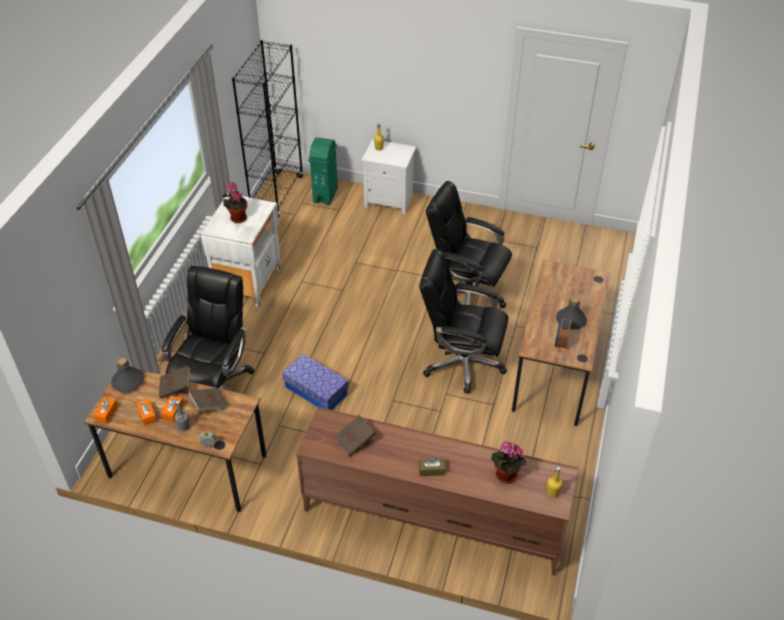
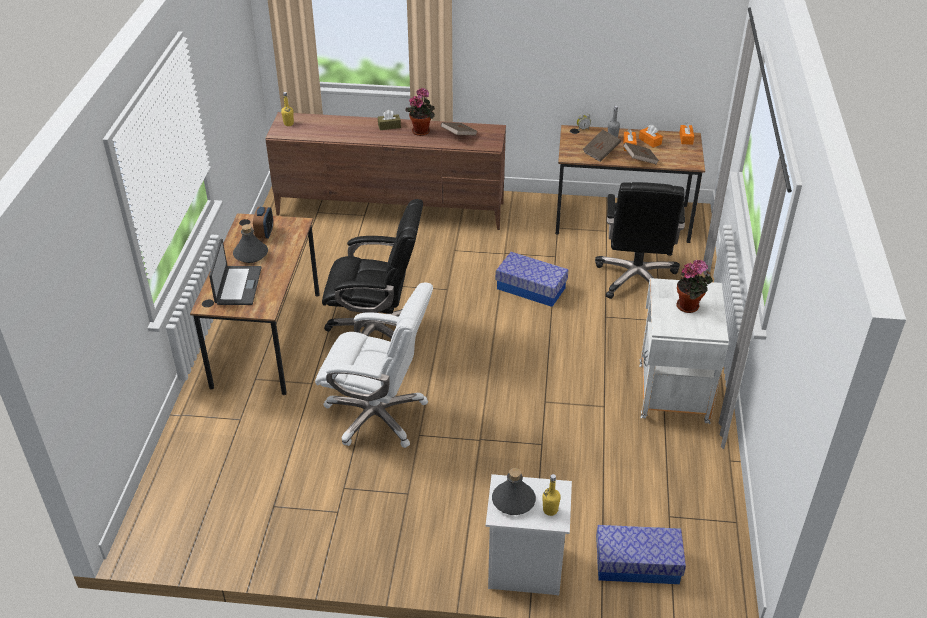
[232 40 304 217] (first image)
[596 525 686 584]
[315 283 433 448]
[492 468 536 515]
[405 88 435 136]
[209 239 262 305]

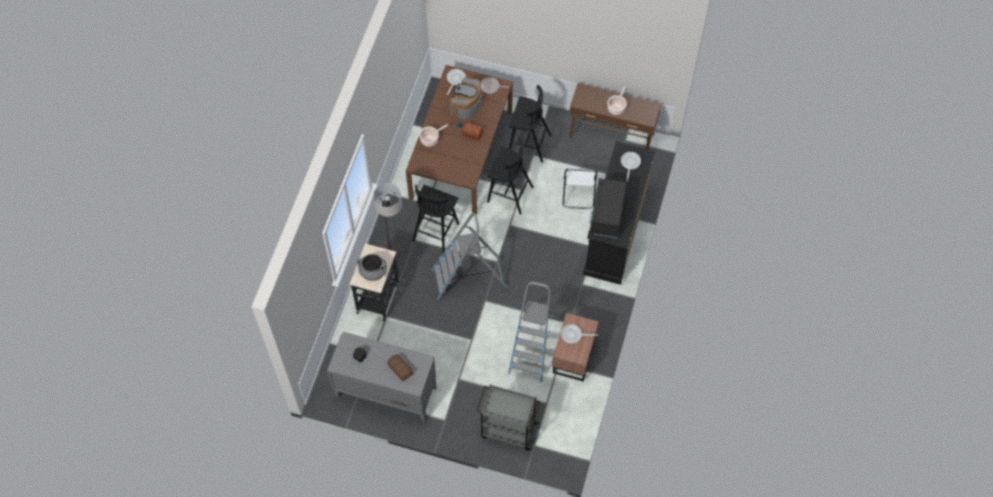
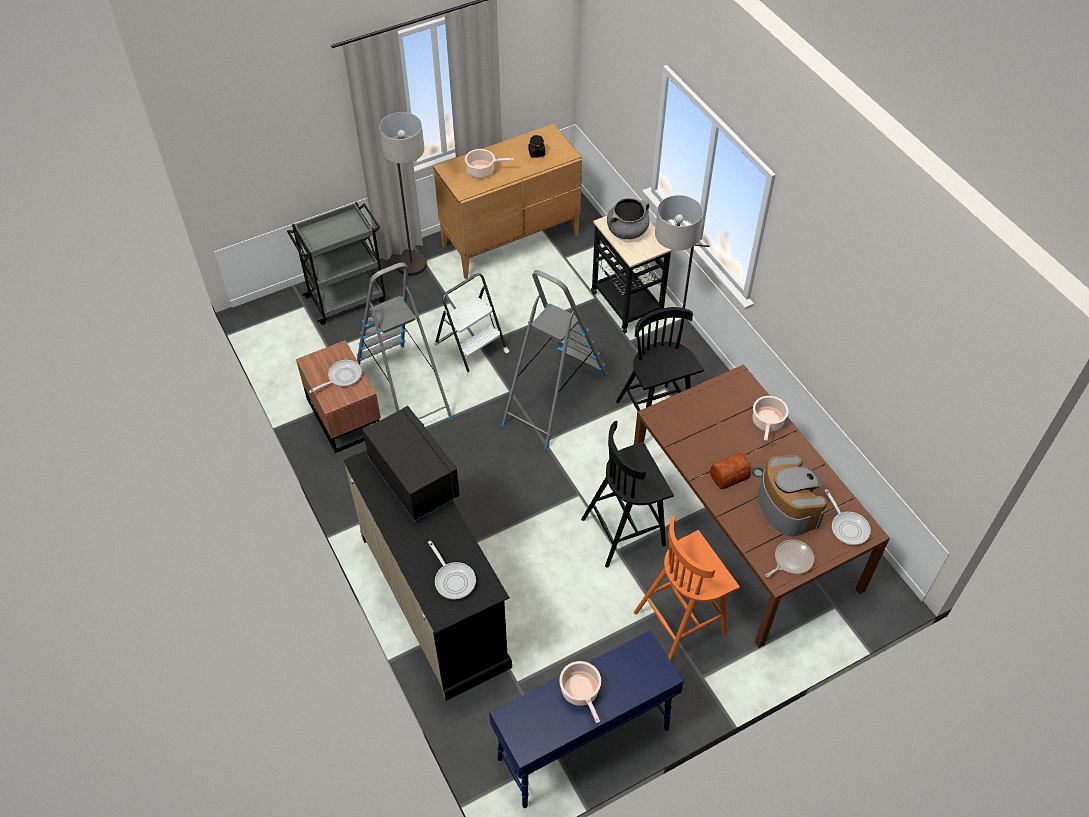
[489 631 684 808]
[634 516 740 661]
[435 273 509 378]
[433 124 582 279]
[465 149 514 178]
[379 112 427 276]

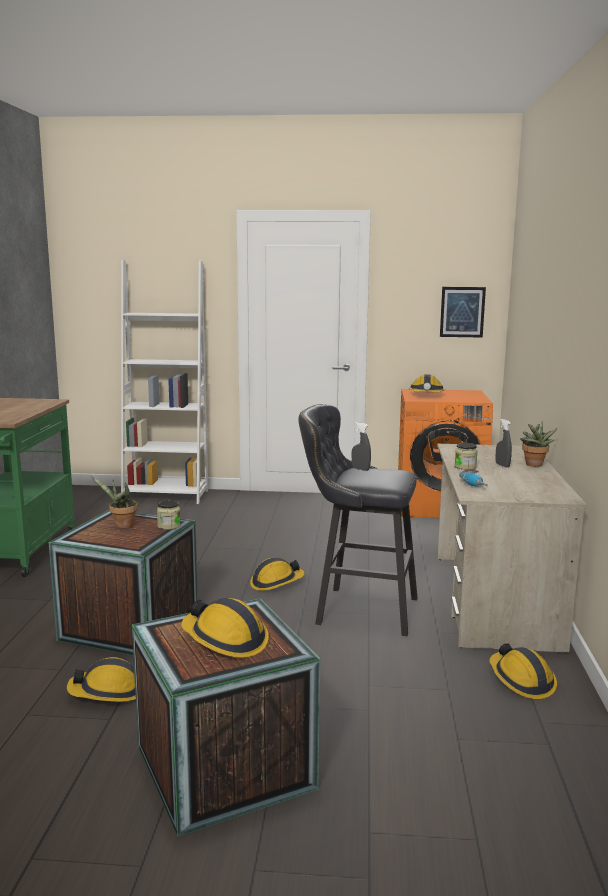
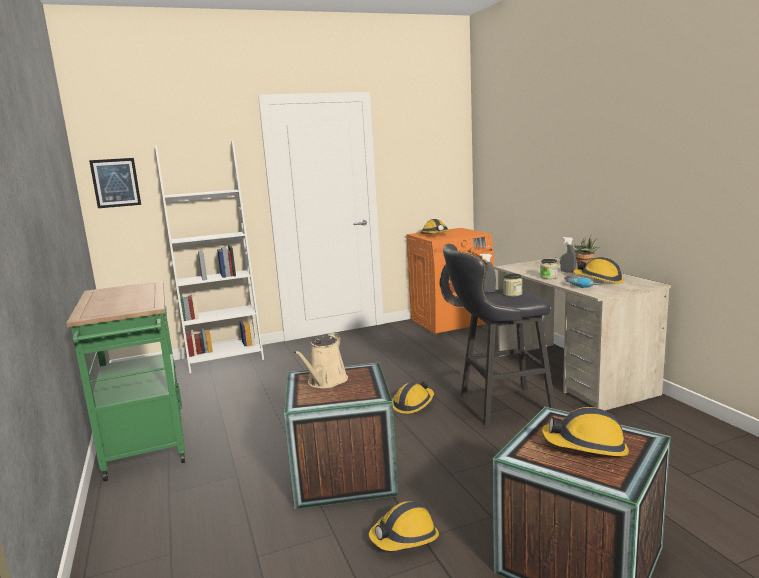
[89 158 141 208]
[293 333 348 388]
[503 273 522 296]
[573 257 624 284]

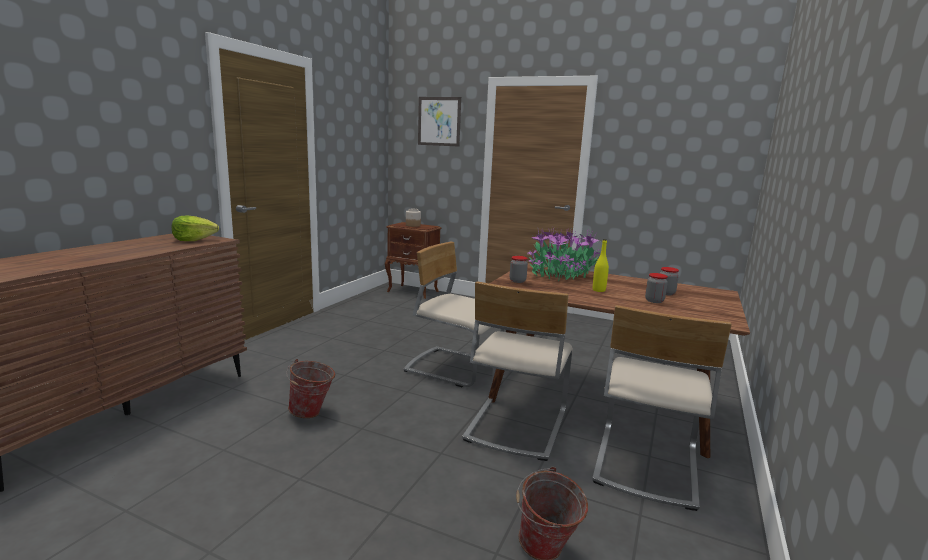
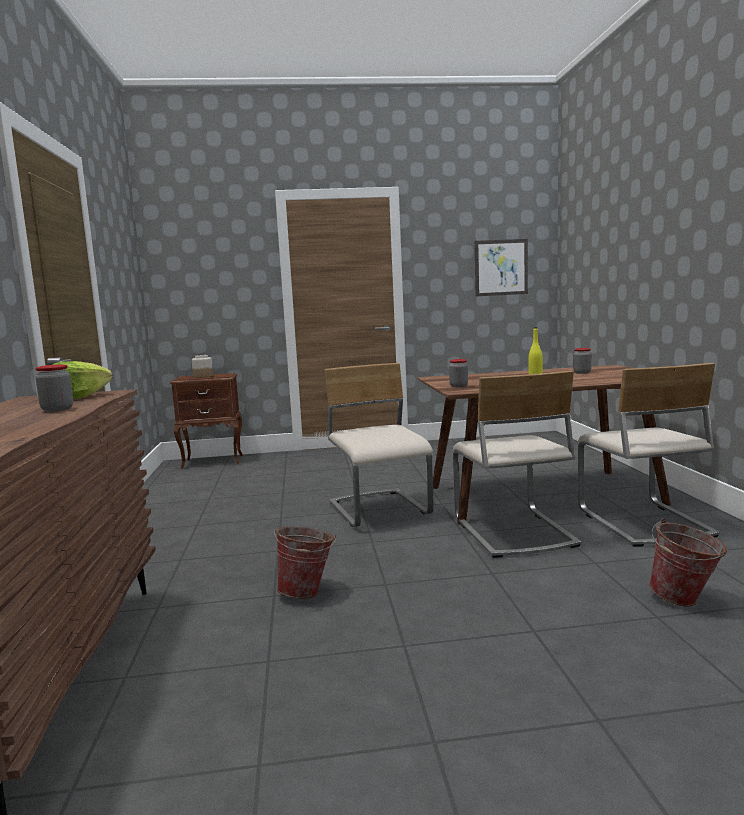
[474 239 528 296]
[528 228 601 281] (first image)
[325 363 433 527]
[35 364 73 412]

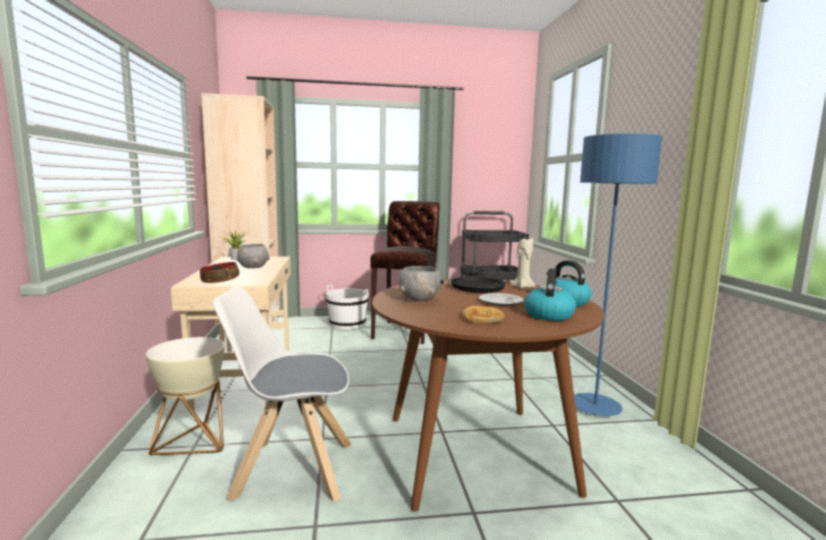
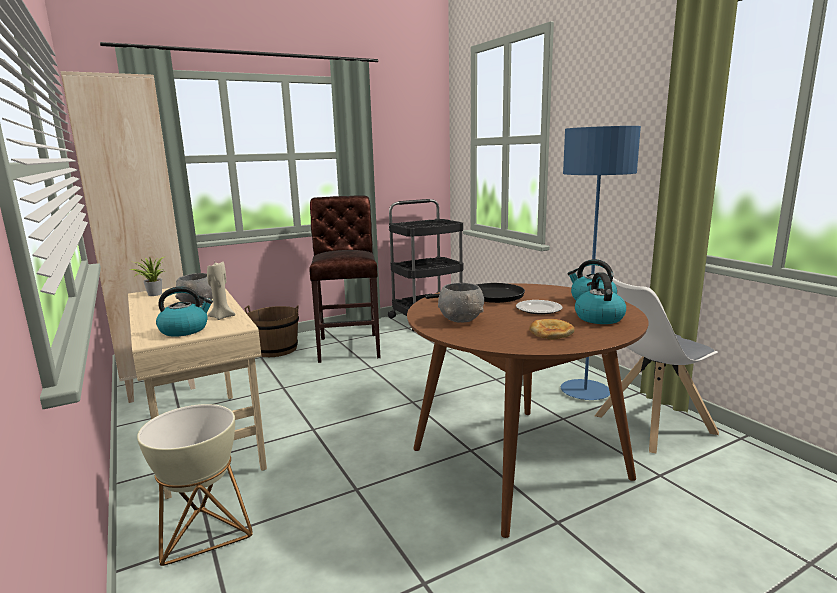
[207 262 236 320]
[156 286 213 337]
[244 305 299 357]
[595 278 719 454]

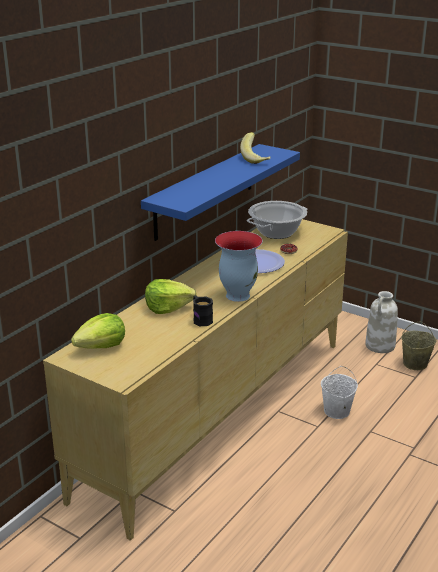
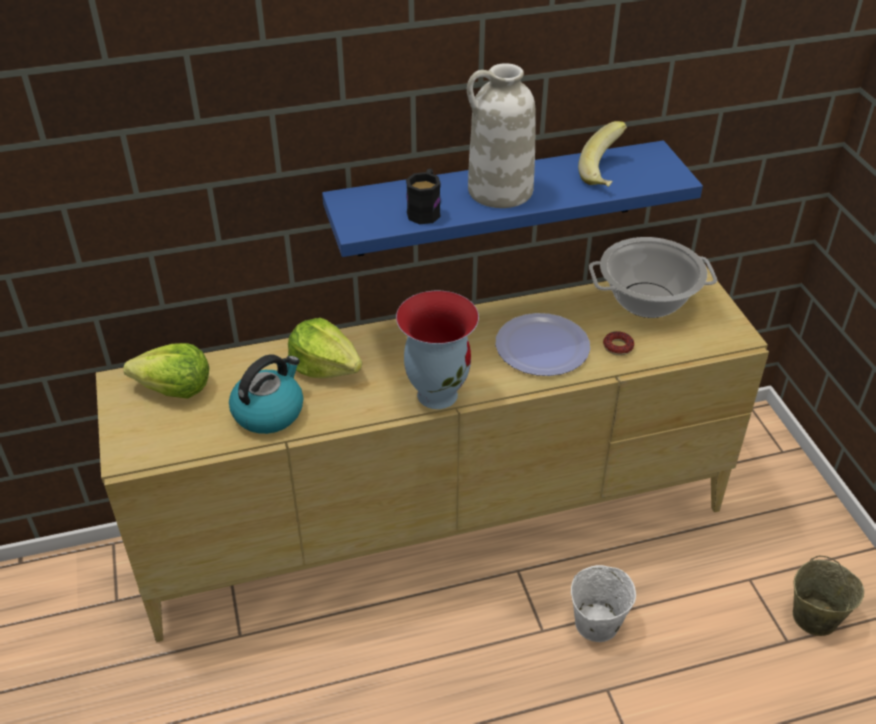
[467 63 536 208]
[406 169 441 224]
[229 354 303 434]

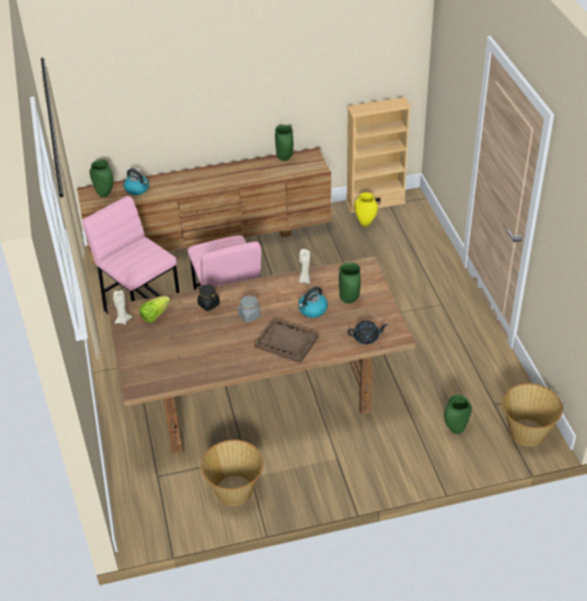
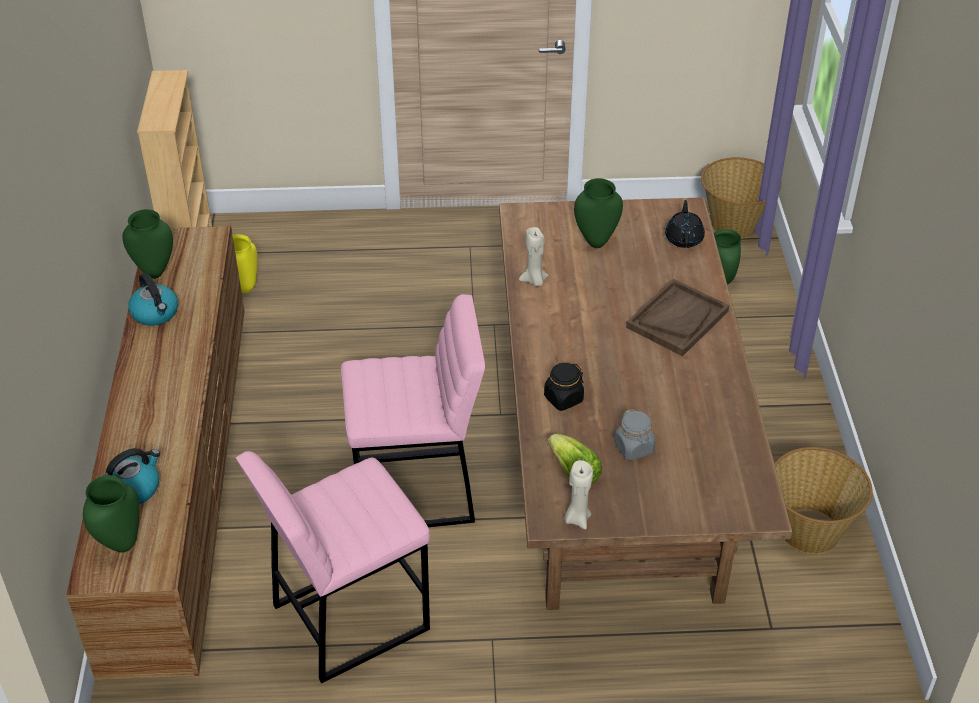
[128 273 178 326]
[614 409 655 460]

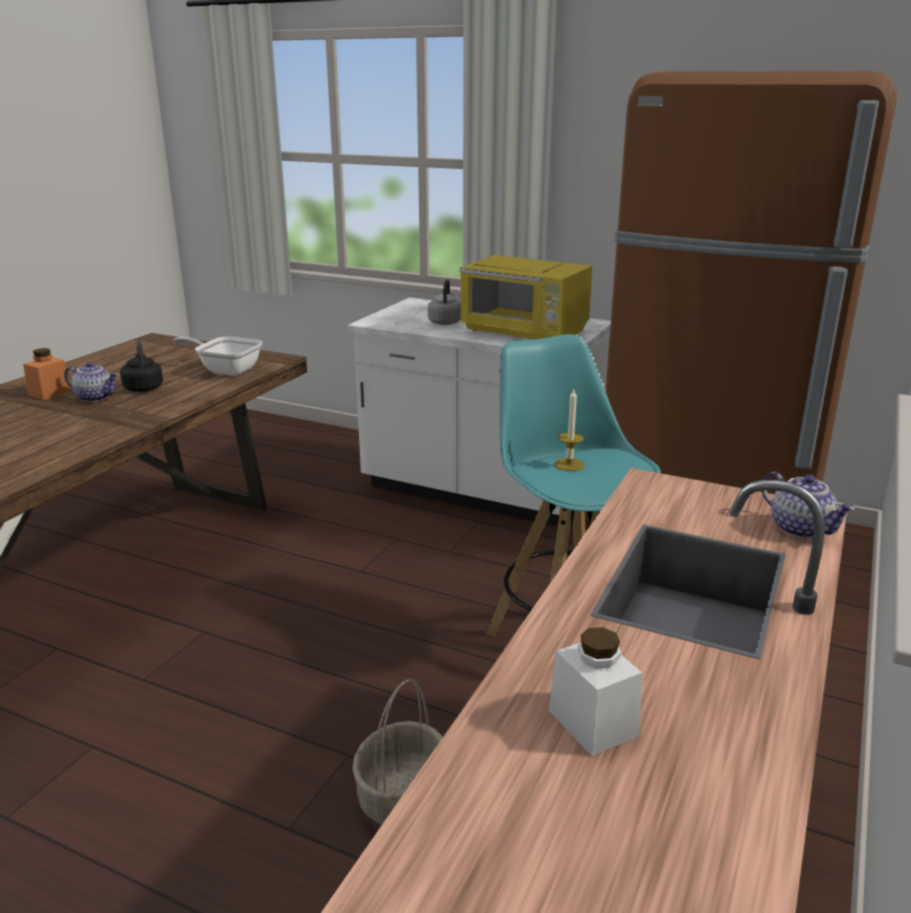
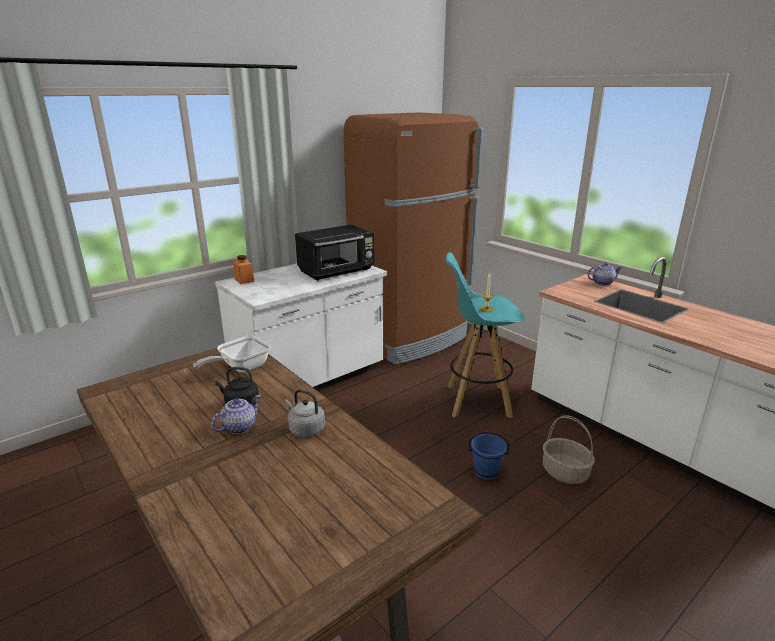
[295 225 374 281]
[285 389 325 437]
[233 255 254 284]
[549 627 642 756] (first image)
[468 431 509 480]

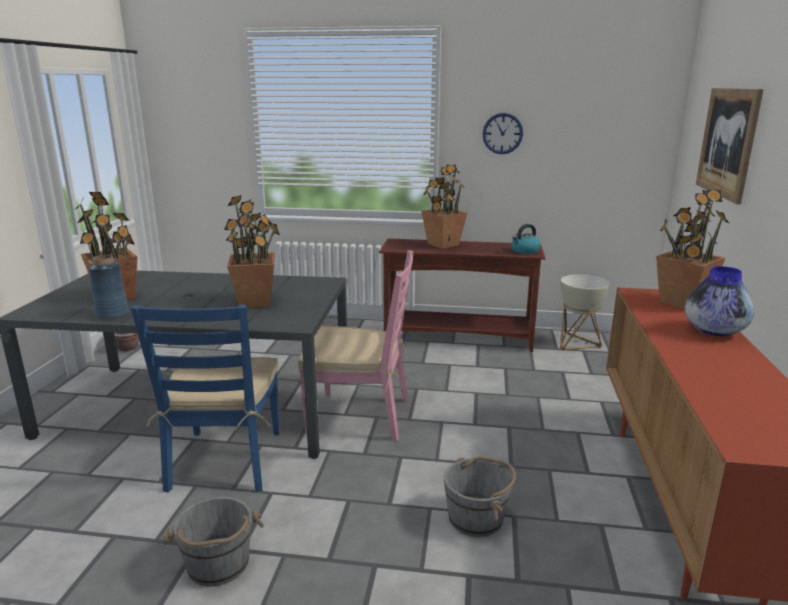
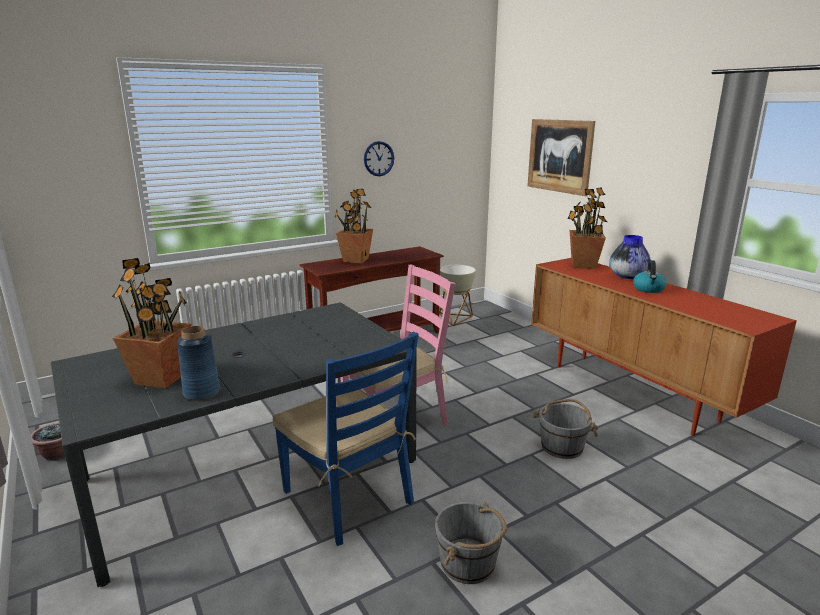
[224 195 280 308] (first image)
[633 260 666 293]

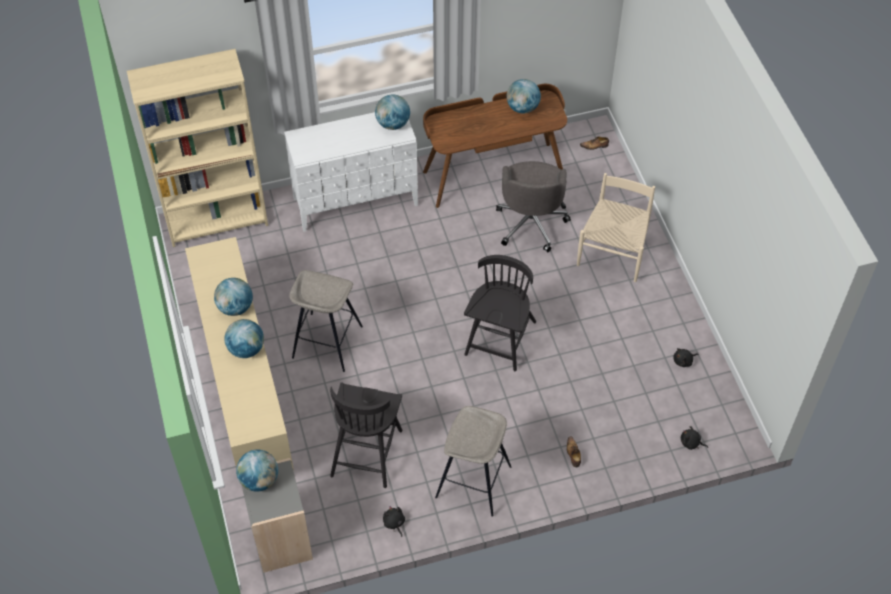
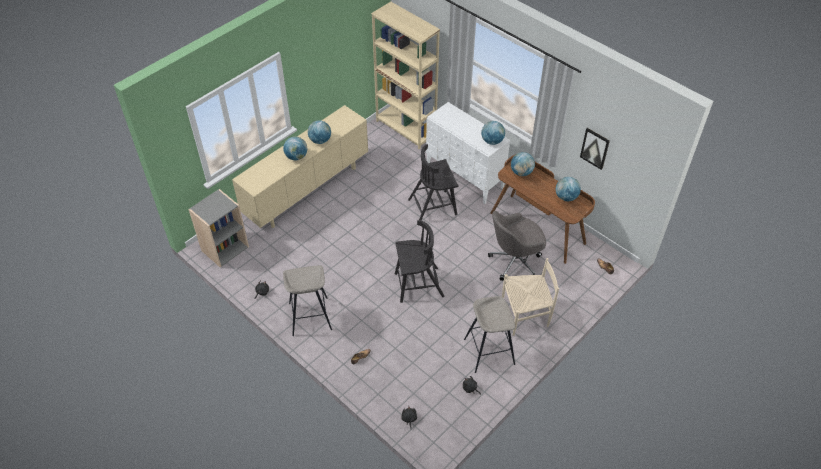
[464 296 515 373]
[408 144 458 221]
[511 152 535 176]
[580 128 610 170]

